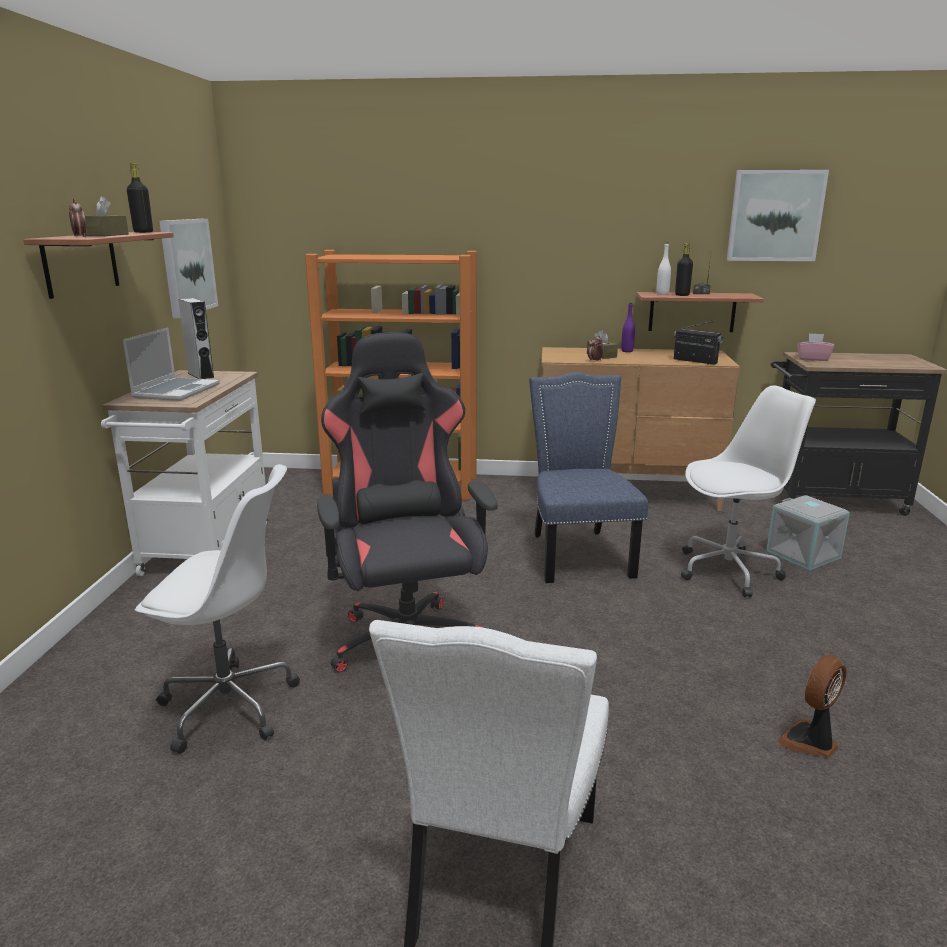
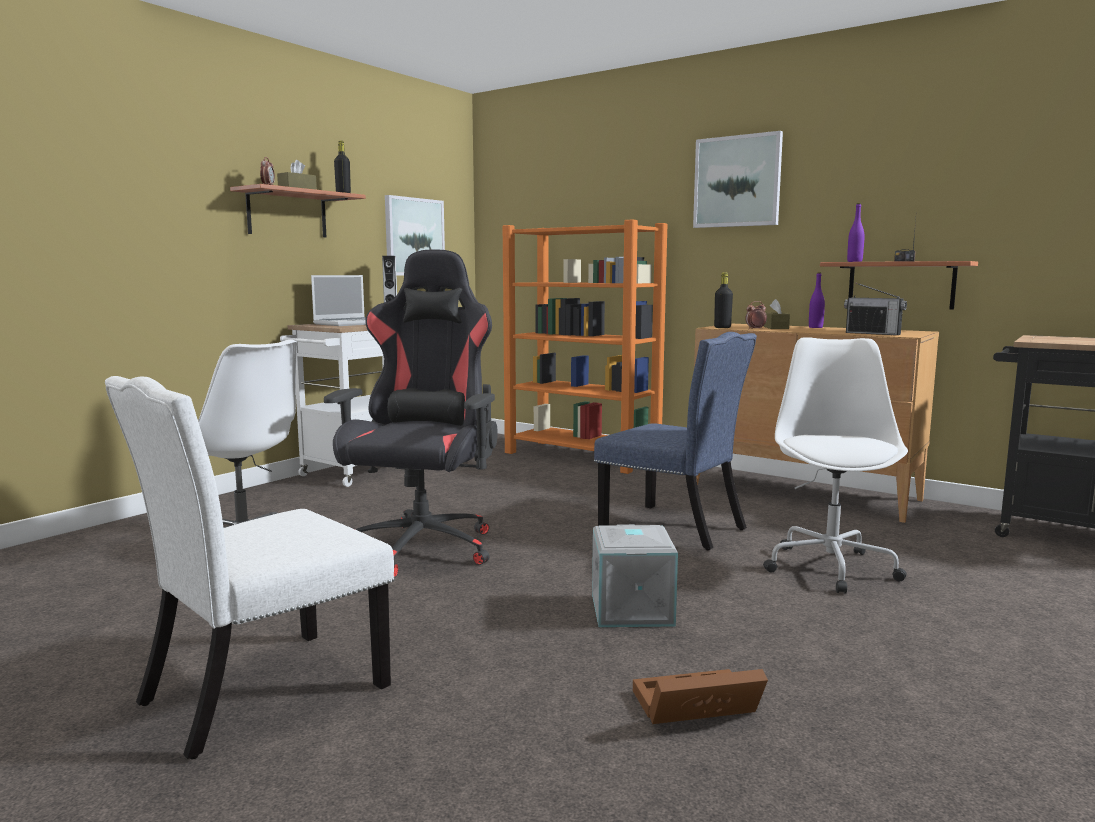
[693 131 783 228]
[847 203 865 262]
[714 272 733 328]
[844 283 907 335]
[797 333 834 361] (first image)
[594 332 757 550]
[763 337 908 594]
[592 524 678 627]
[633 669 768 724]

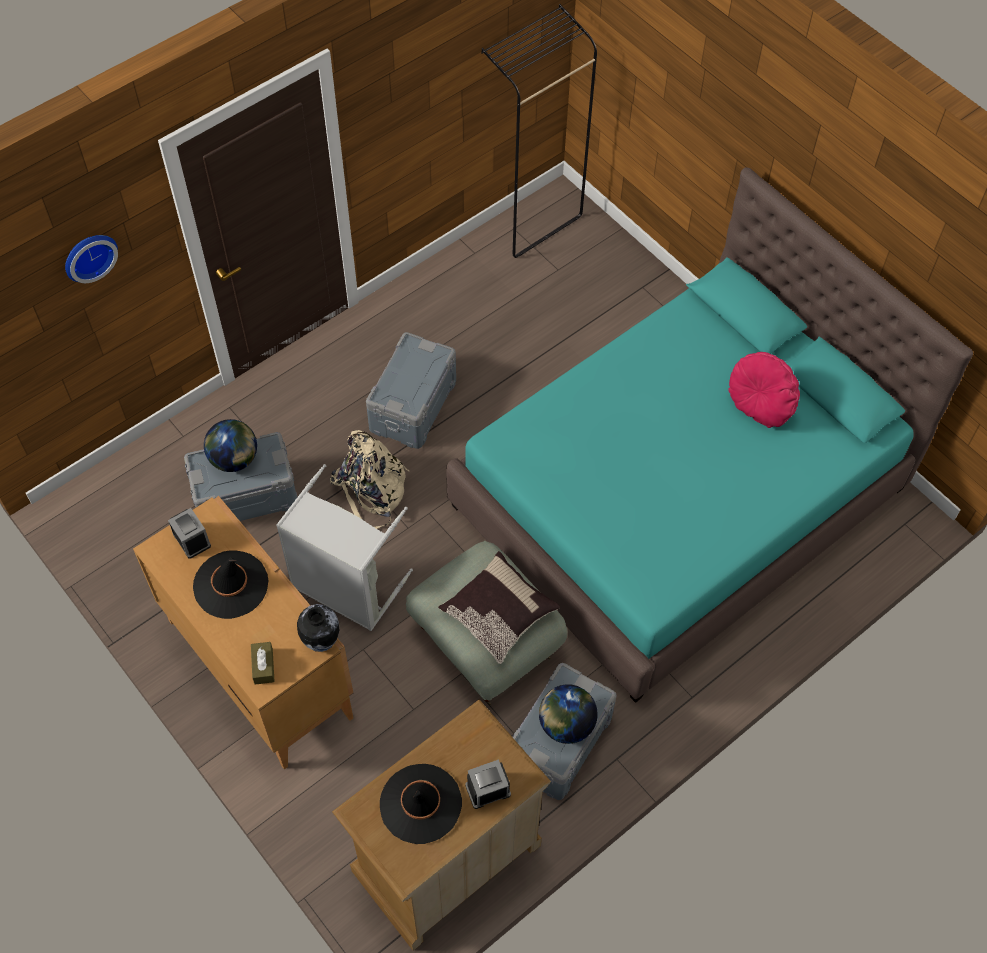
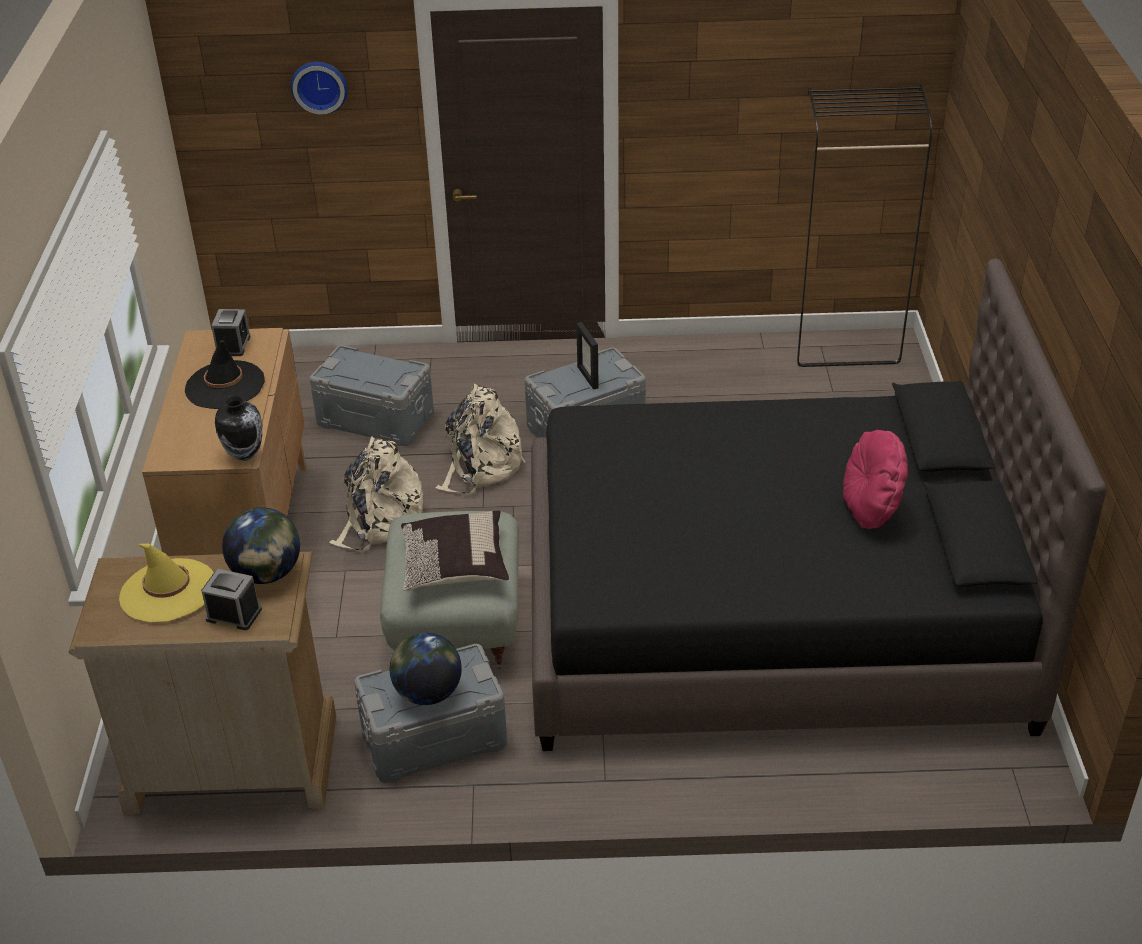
[531 258 1106 751]
[222 507 300 584]
[329 436 423 552]
[251 642 275 684] (first image)
[119 544 214 623]
[576 322 599 390]

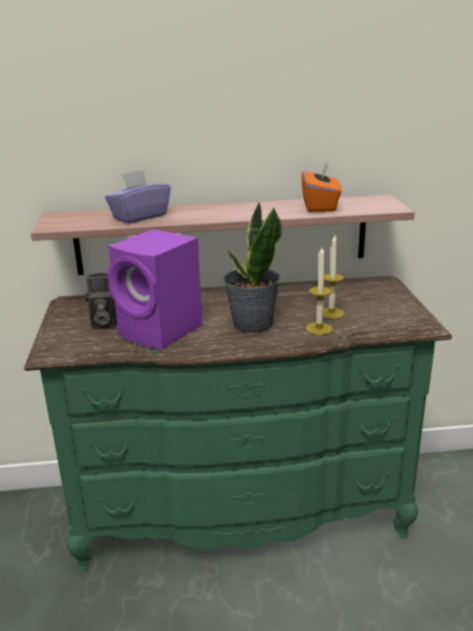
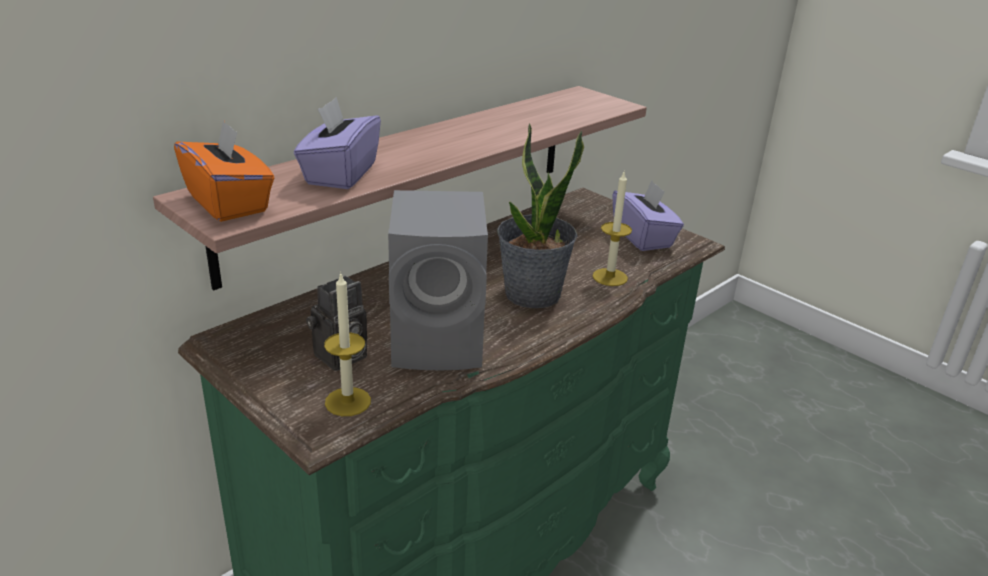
[174 120 274 222]
[388 190 488 370]
[324 272 371 416]
[612 180 684 251]

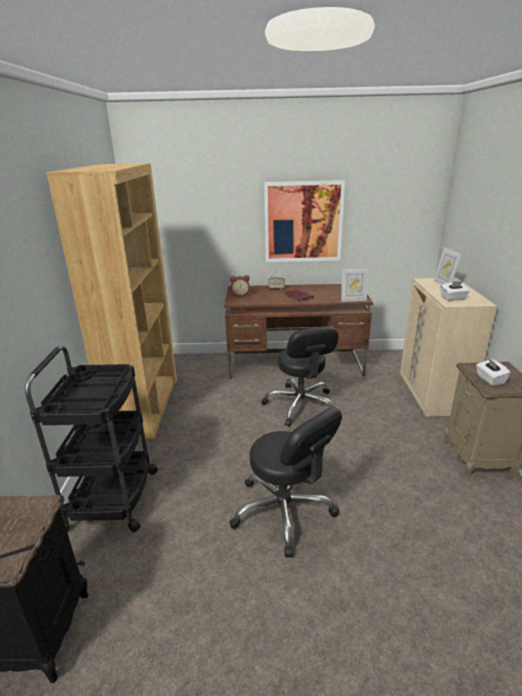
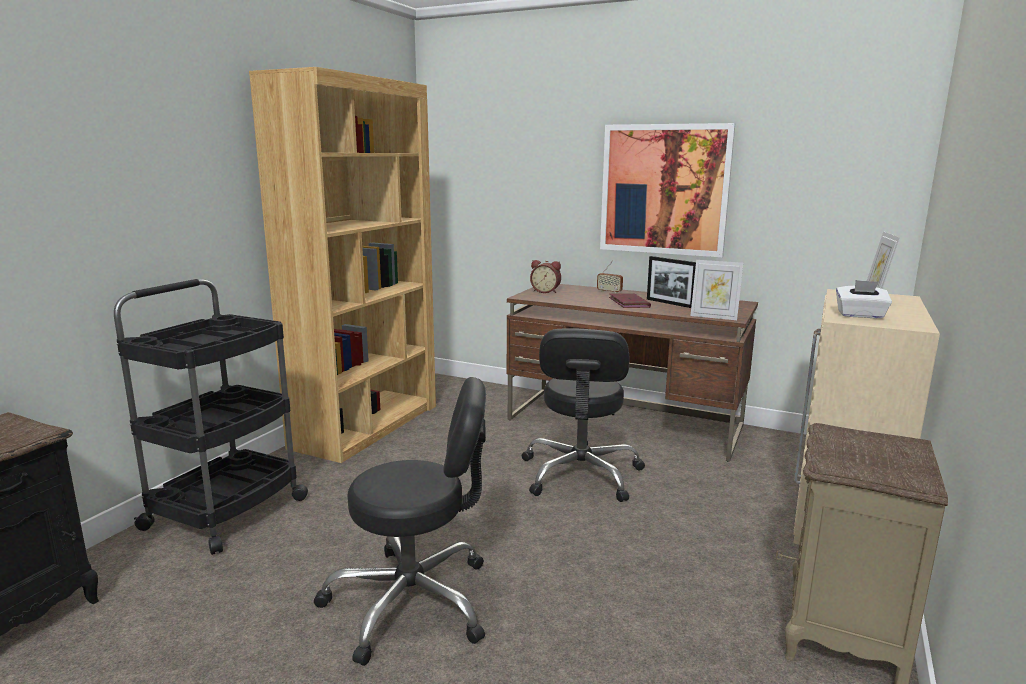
[476 357 511 386] (first image)
[314 377 486 666]
[647 256 696 308]

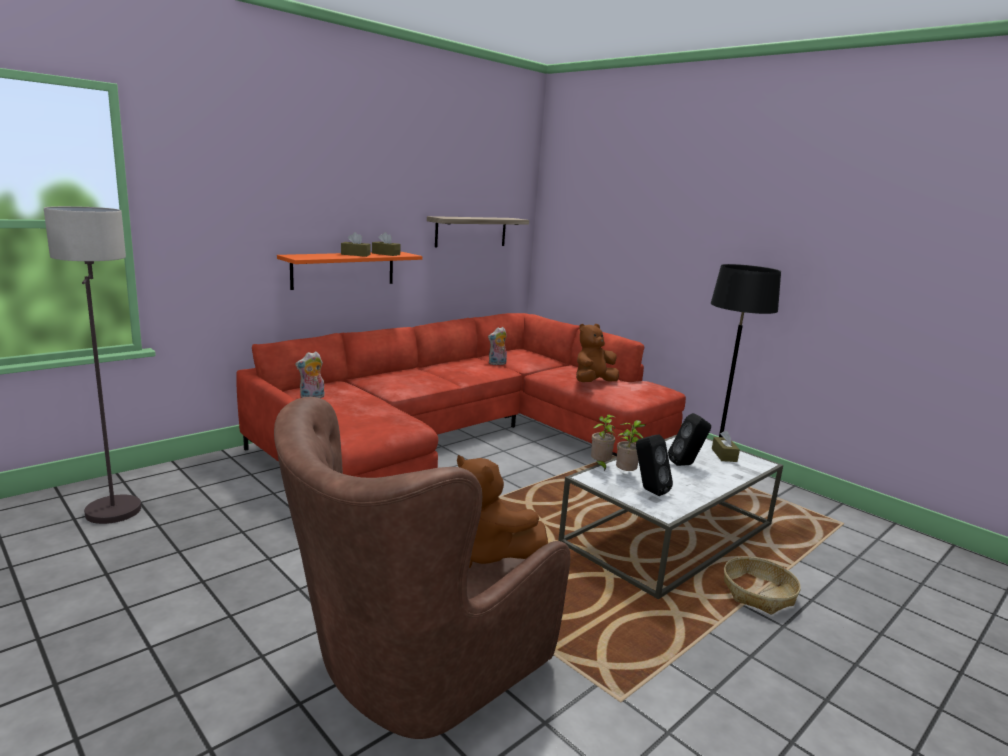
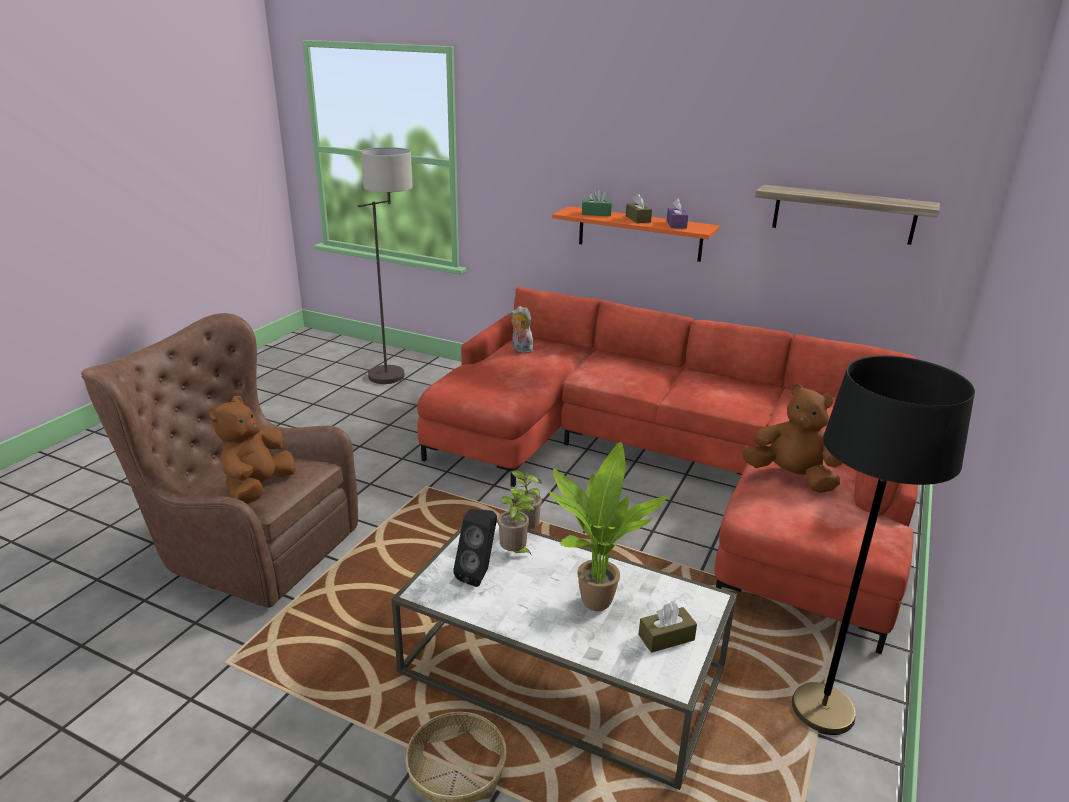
[667 198 688 229]
[488 327 507 365] (first image)
[549 442 668 611]
[582 189 612 216]

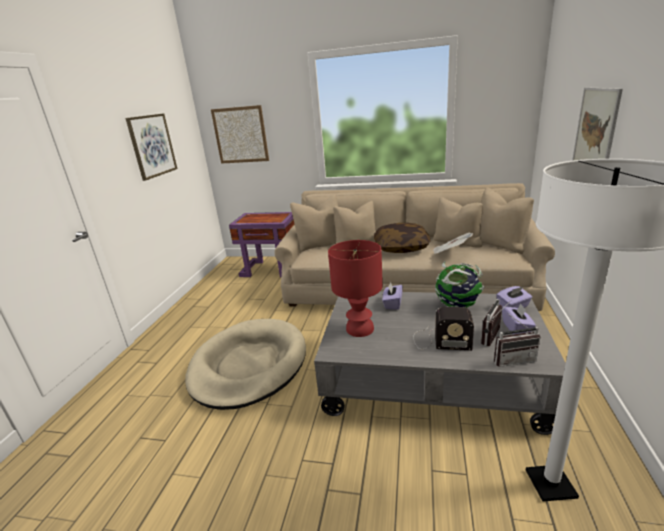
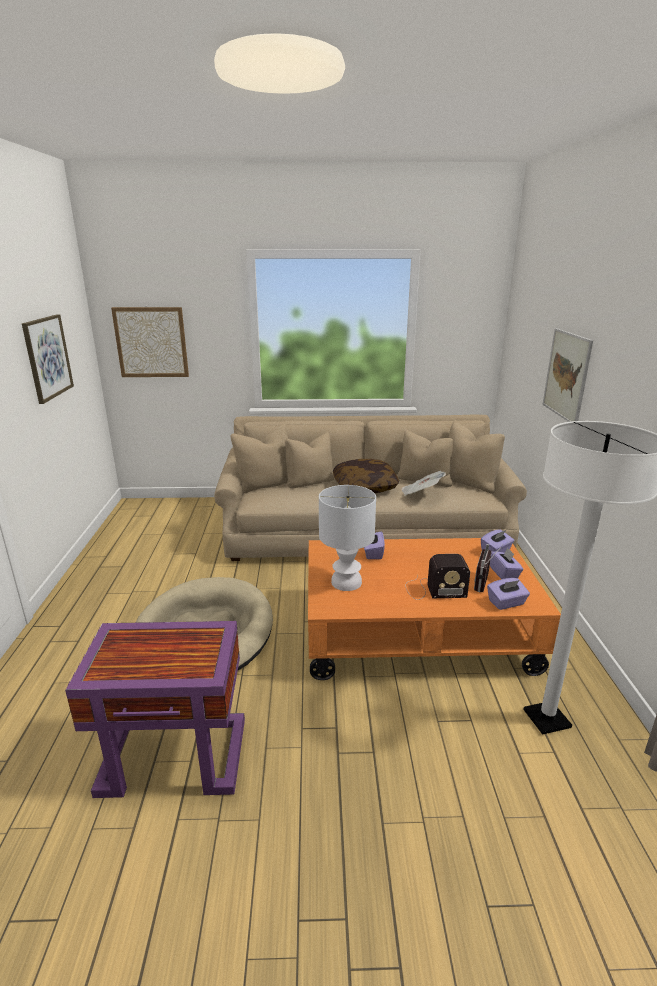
[65 621 245 798]
[319 485 376 591]
[435 261 484 308] (first image)
[308 538 561 680]
[487 578 530 610]

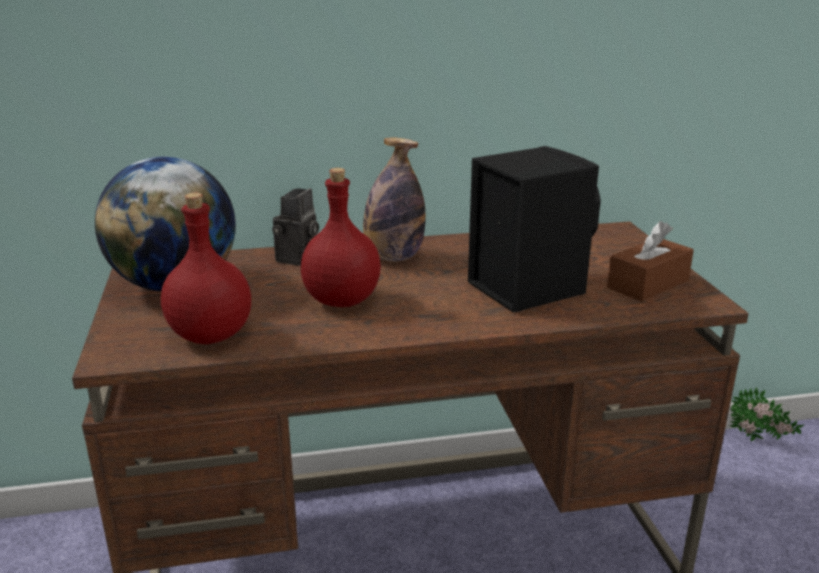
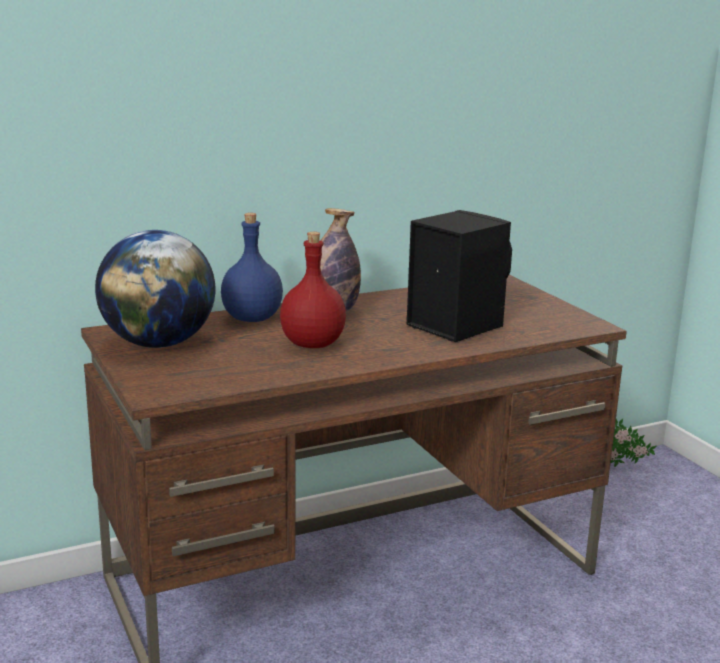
[221 213 283 322]
[161 193 251 344] (first image)
[607 221 694 302] (first image)

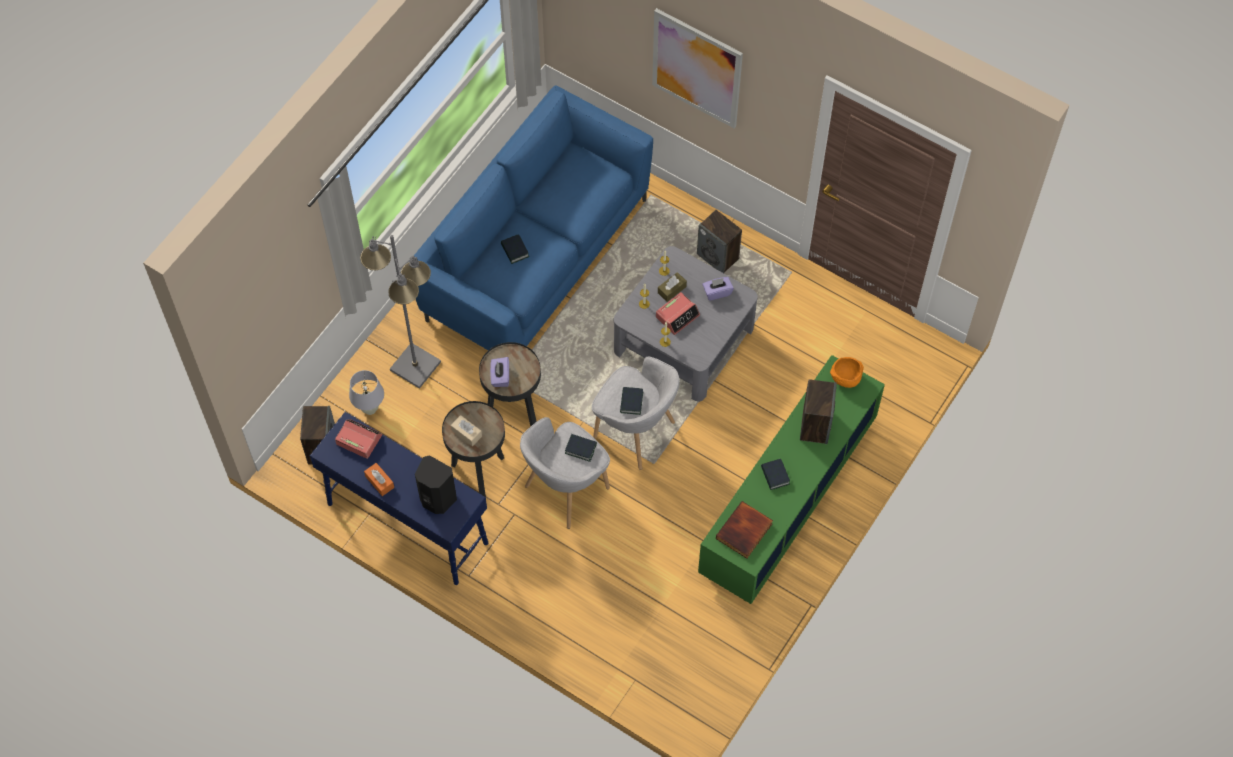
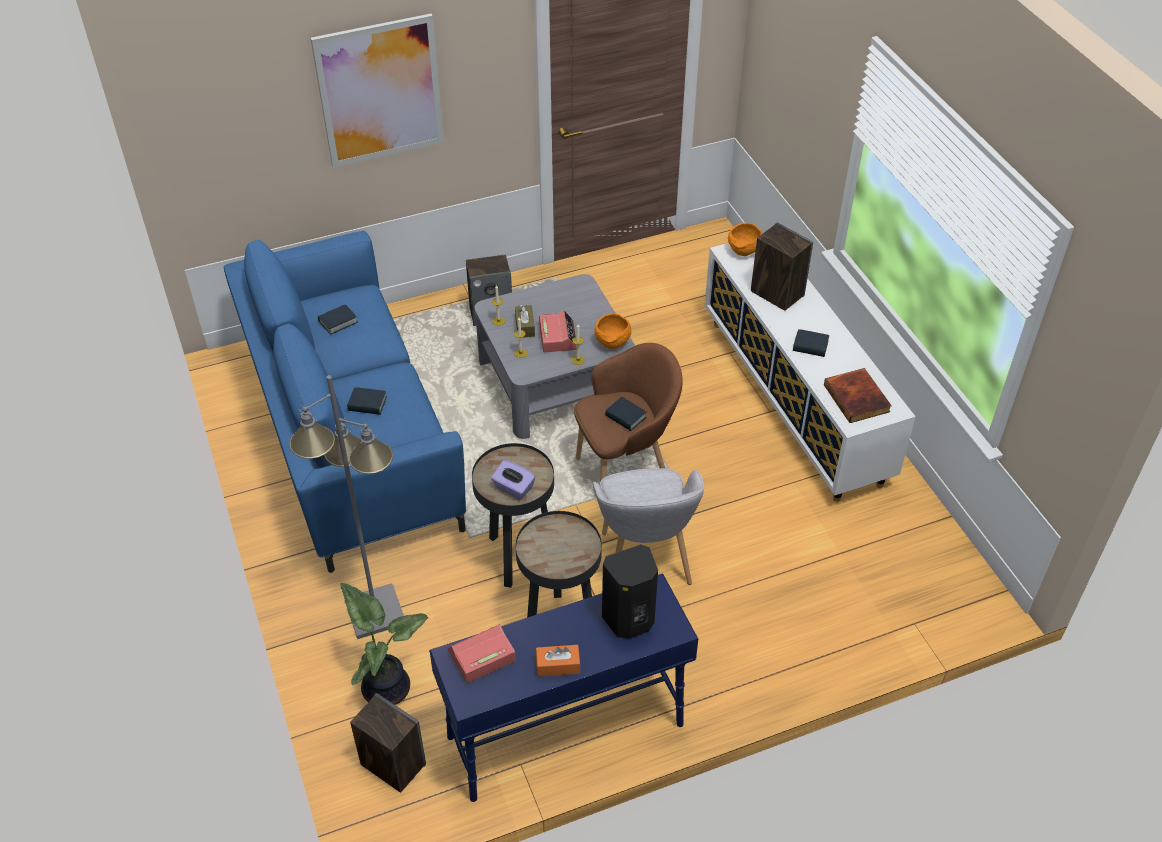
[702 277 734 301] (first image)
[705 243 916 502]
[574 343 683 481]
[340 583 428 705]
[451 415 482 446] (first image)
[318 304 358 335]
[594 313 631 349]

